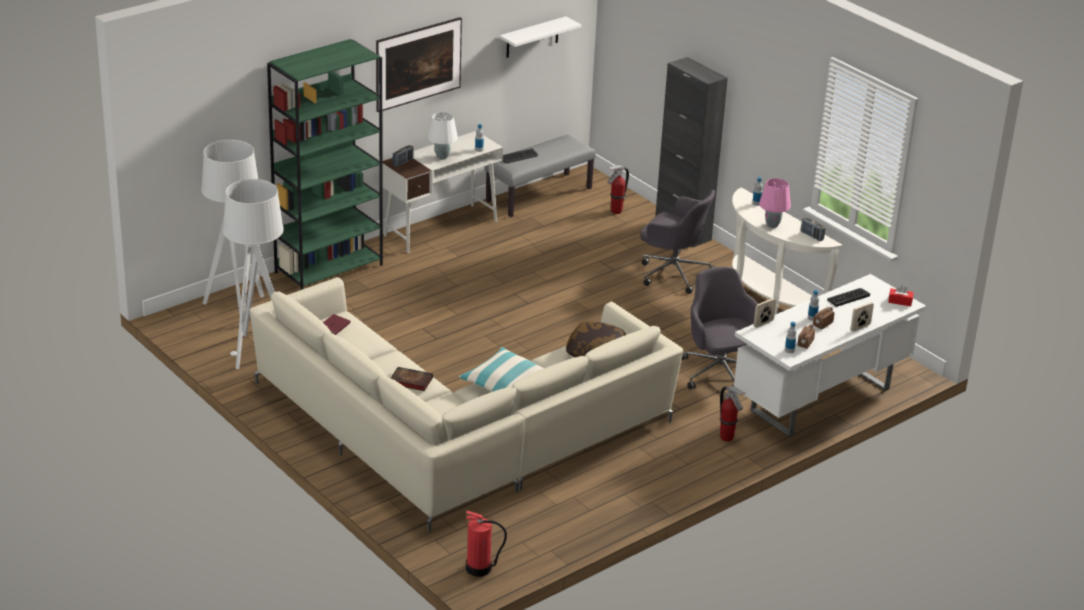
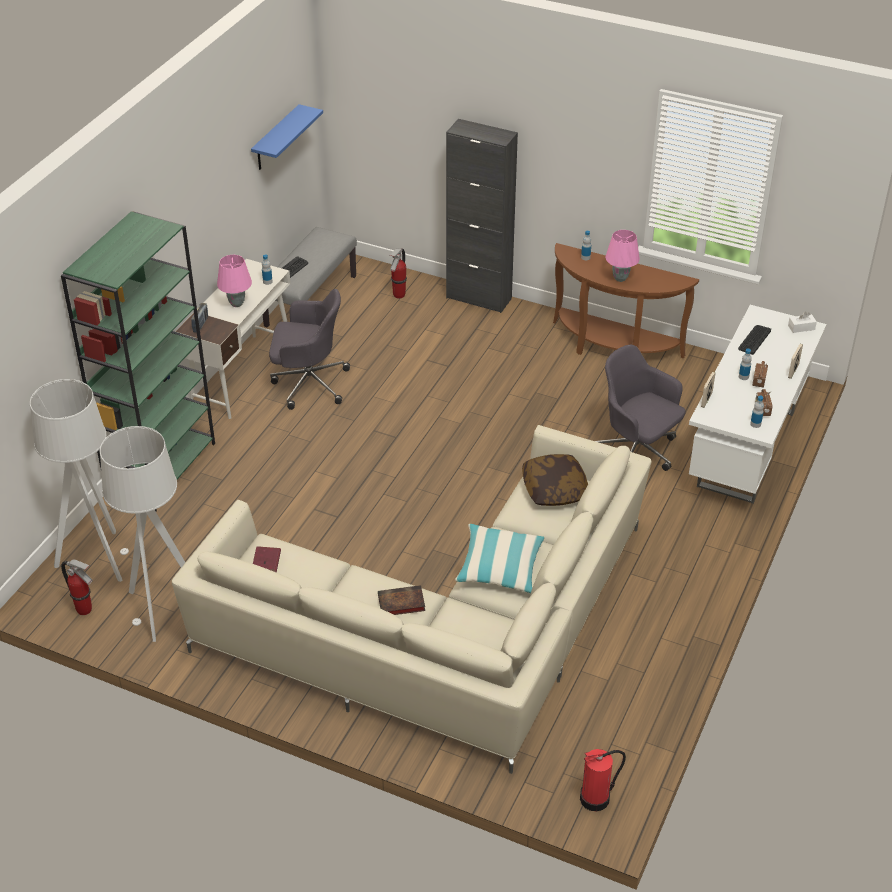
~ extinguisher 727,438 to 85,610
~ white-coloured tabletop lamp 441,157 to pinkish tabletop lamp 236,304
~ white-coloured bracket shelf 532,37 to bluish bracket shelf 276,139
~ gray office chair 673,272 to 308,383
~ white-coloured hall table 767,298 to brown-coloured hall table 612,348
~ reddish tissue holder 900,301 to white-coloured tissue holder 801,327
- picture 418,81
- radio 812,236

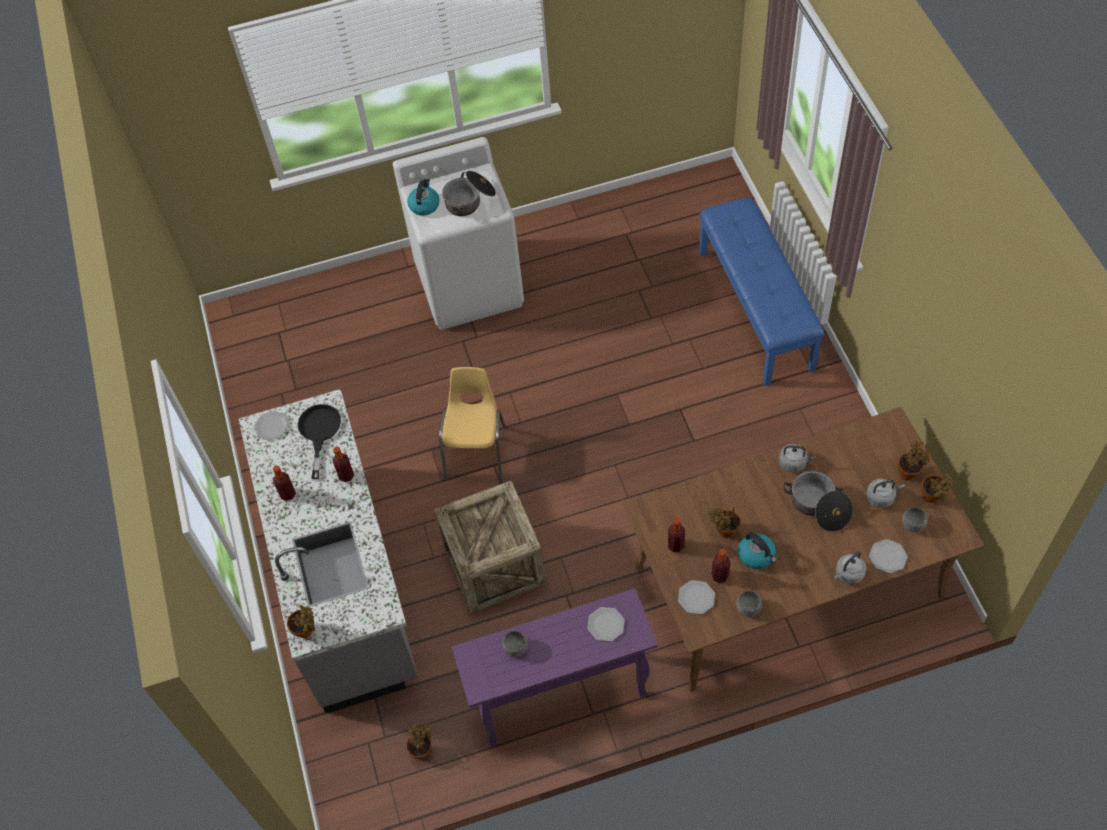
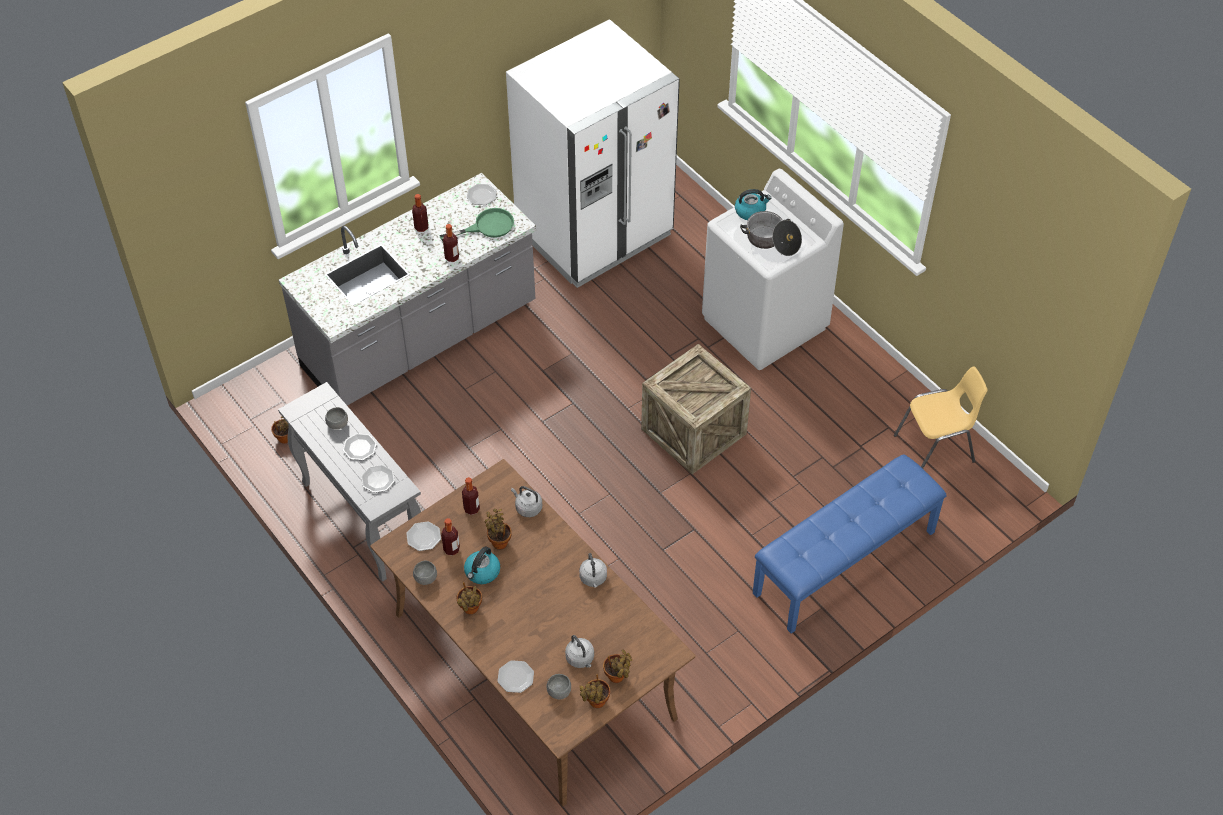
~ purple-coloured hall table 559,697 to gray hall table 361,519
+ dinner plate 359,448
~ black-coloured frying pan 319,432 to greenish frying pan 487,226
~ potted plant 306,631 to 470,609
+ white-coloured refrigerator 594,233
~ gray kettle 848,574 to 527,508
~ shipping crate 494,565 to 693,431
~ yellow upright chair 477,452 to 935,449
- cooking pot 818,506

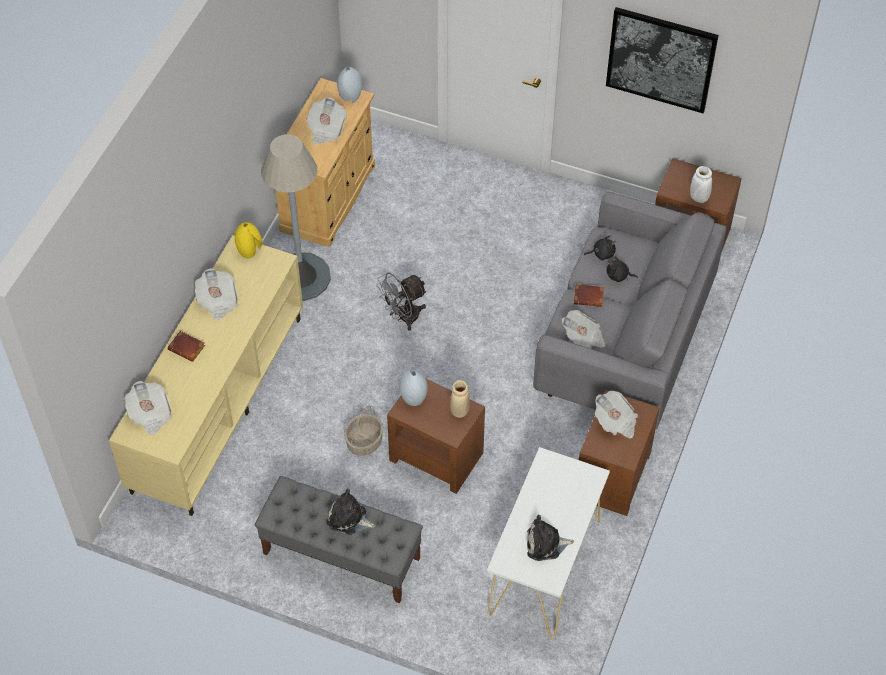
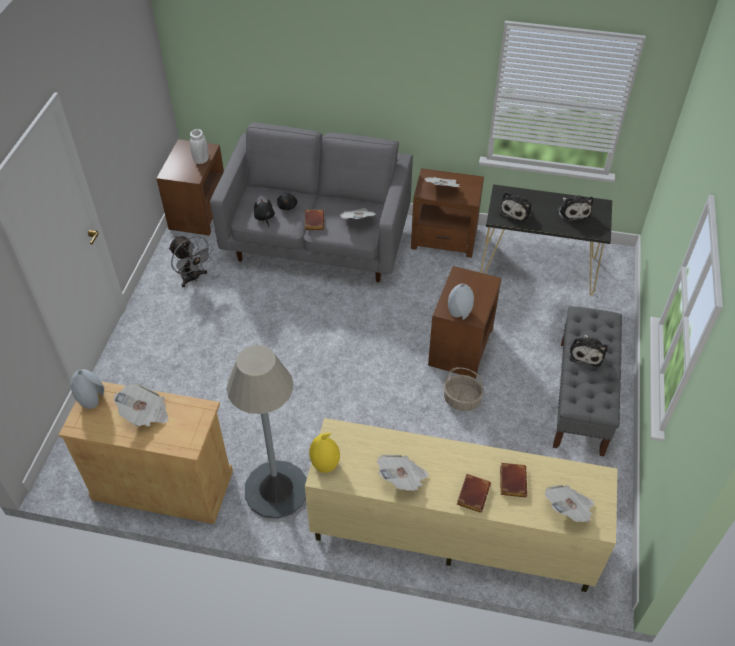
~ gray cooling fan 403,317 to 193,278
~ white-coloured hall table 544,567 to black-coloured hall table 538,268
+ cuddly toy 517,211
+ brown-coloured volume 511,481
- beige flower vase 460,410
- picture 661,59

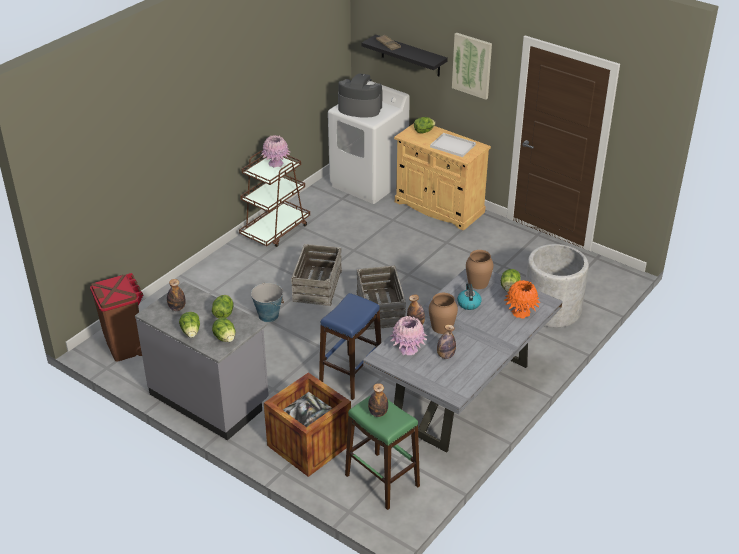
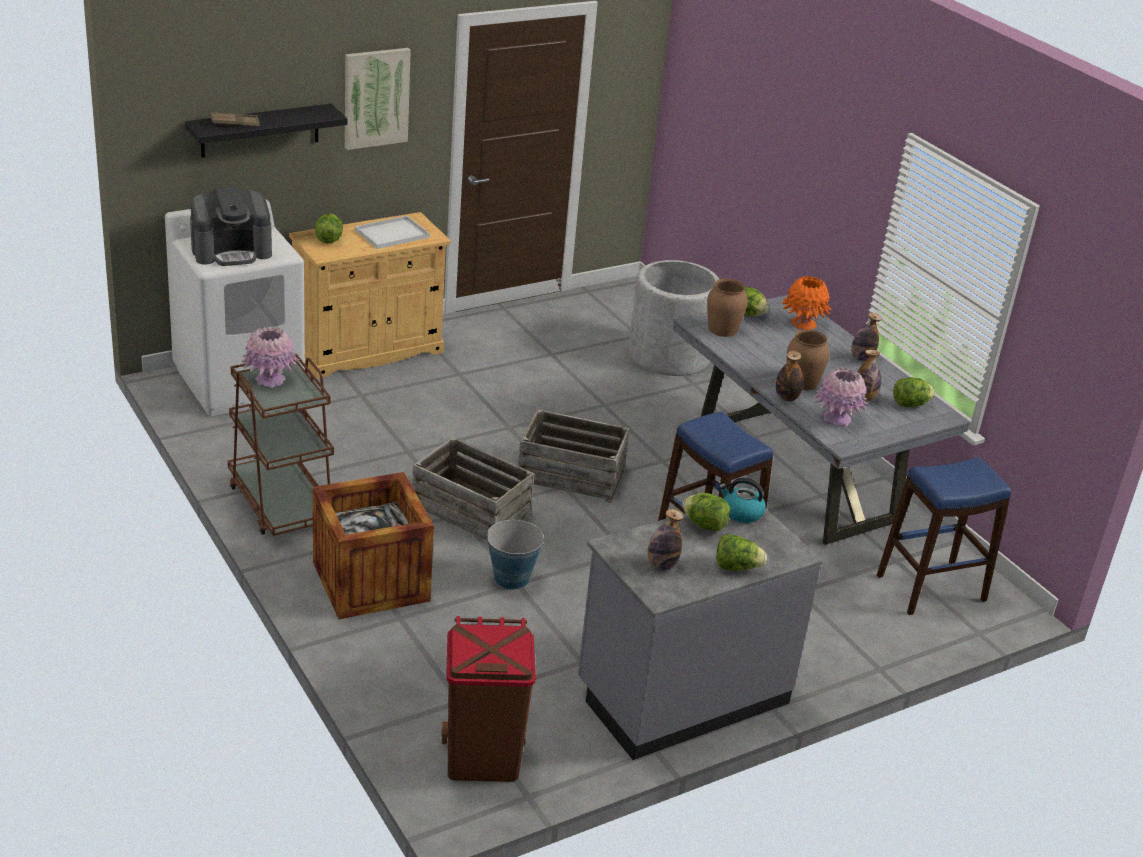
~ coffee machine 359,108 = 232,251 150 degrees counterclockwise
~ shipping crate 309,445 to 371,581
~ kettle 468,303 to 741,513
~ drink bottle 378,413 to 861,358
~ greenish stool 381,480 to bluish stool 931,588
~ head of lettuce 225,338 to 910,404

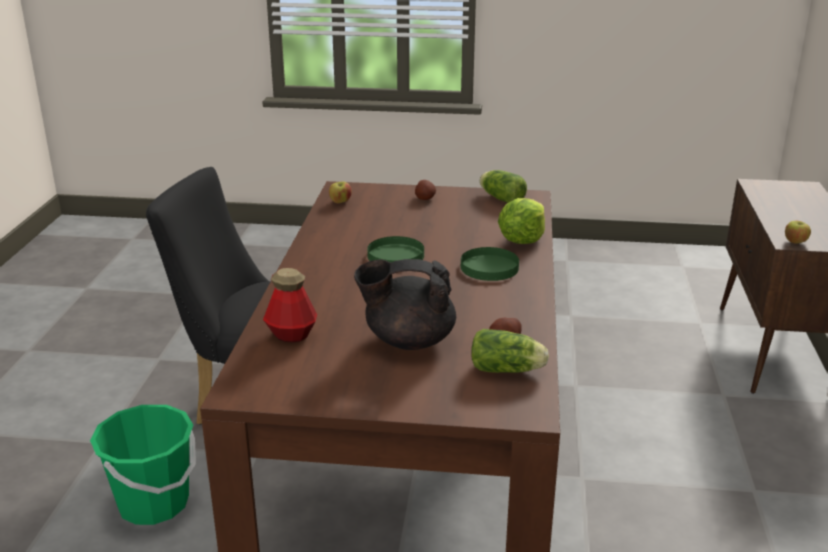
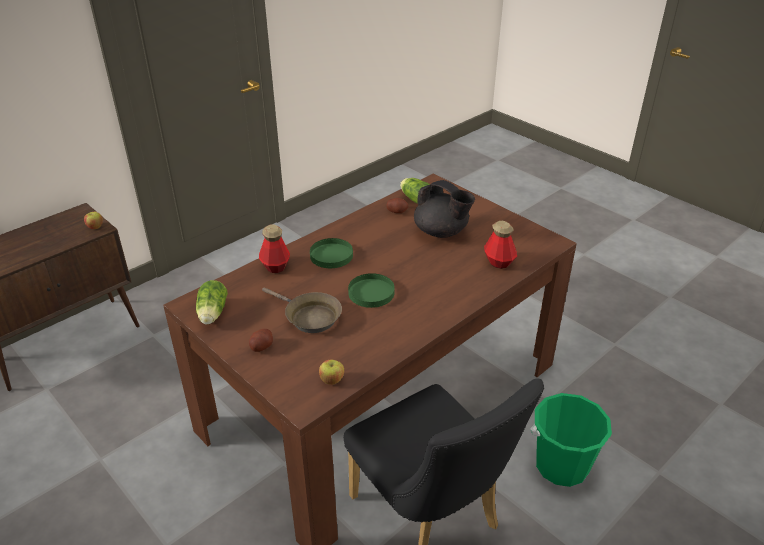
~ head of lettuce 522,240 to drink bottle 275,266
+ brown-coloured frying pan 309,317

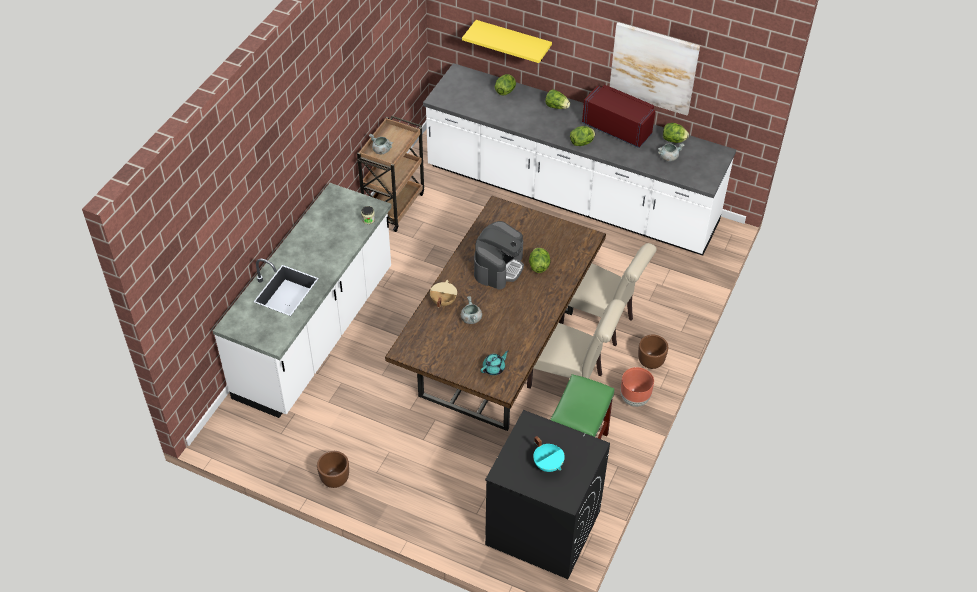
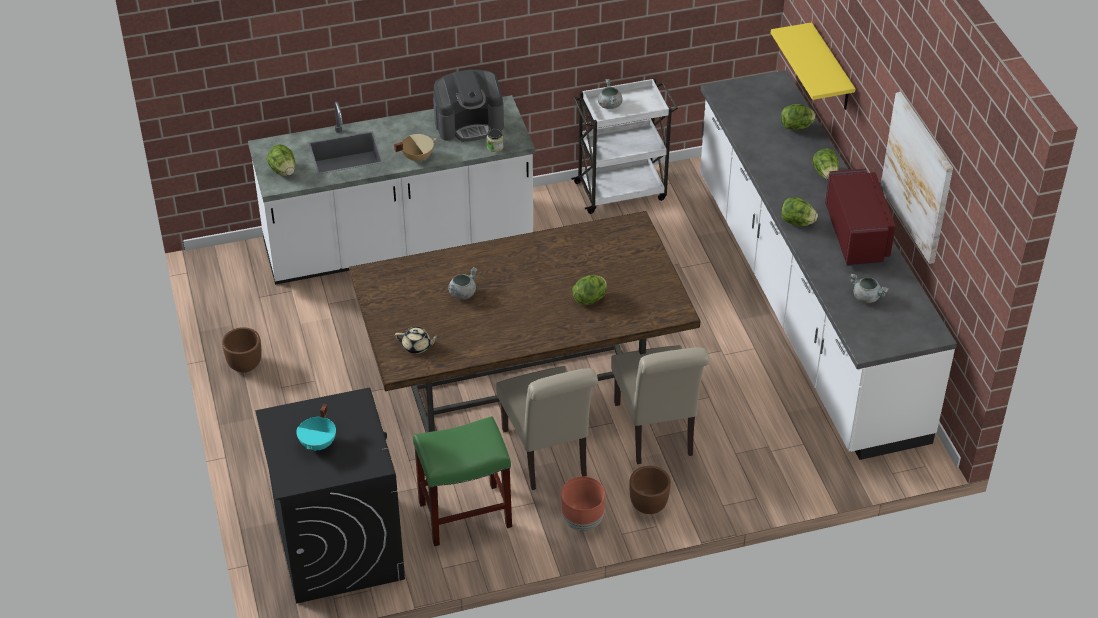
~ head of lettuce 674,140 to 283,171
~ beige cooking pot 443,301 to 417,157
~ blue-green pot for tea 494,368 to beige pot for tea 417,346
~ coffee machine 498,267 to 469,123
~ brown-coloured cart 393,205 to white-coloured cart 622,190

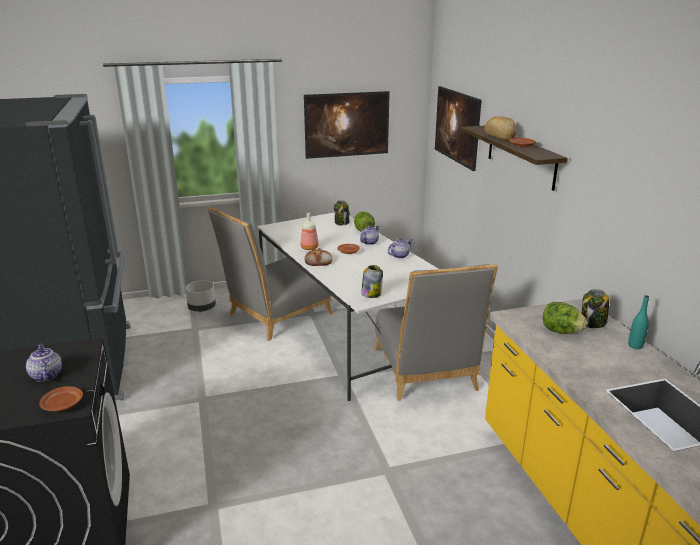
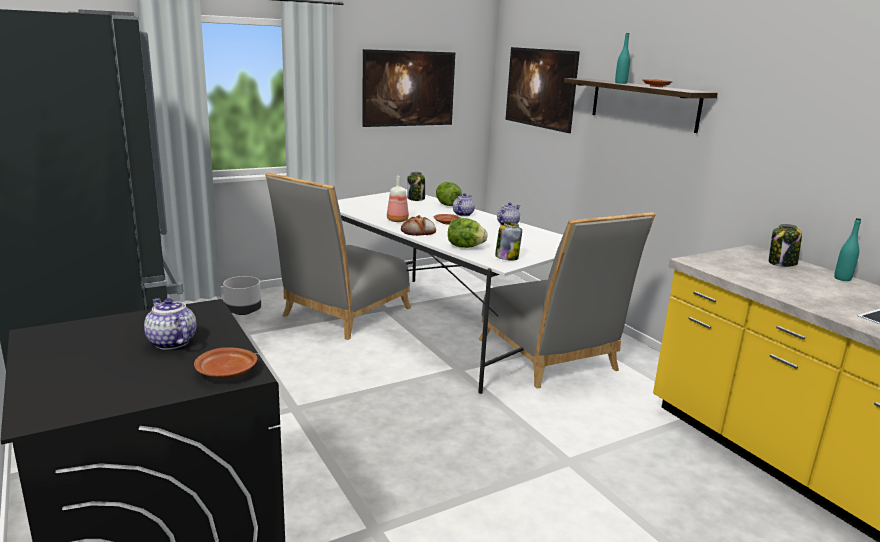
~ head of lettuce 560,331 to 465,247
~ bakery bread 499,138 to blue-green drink bottle 620,83

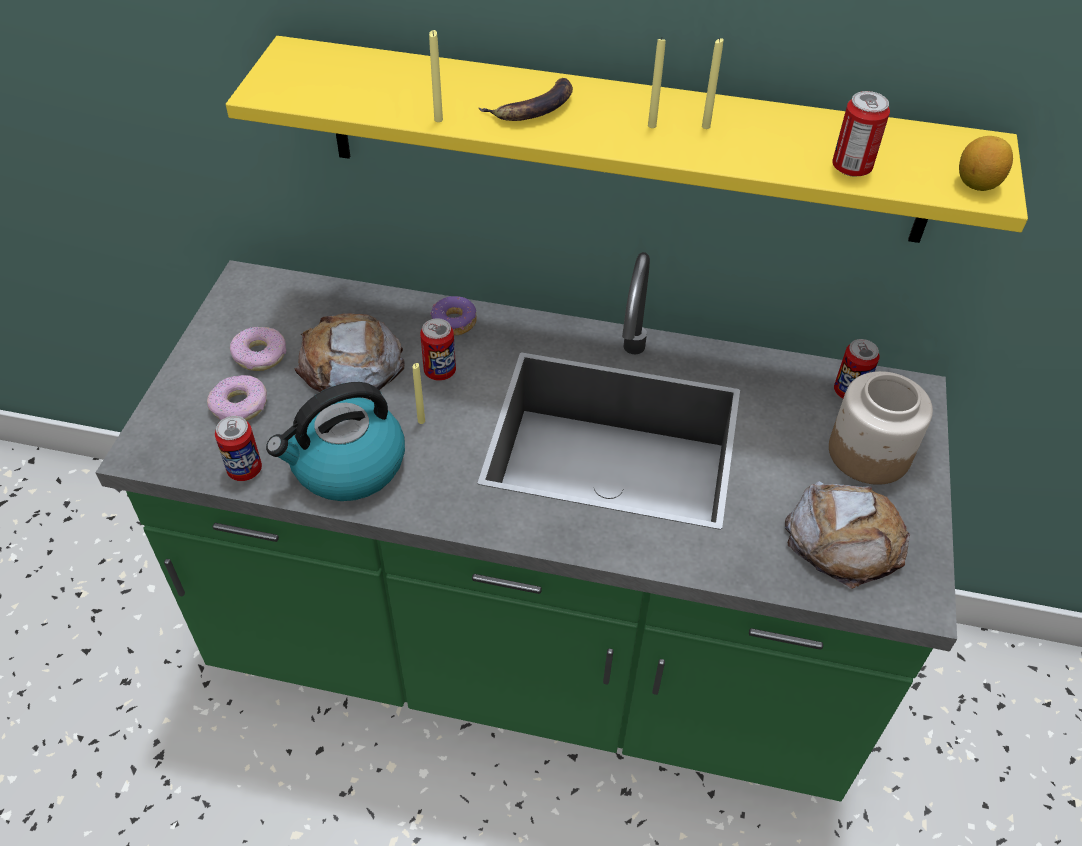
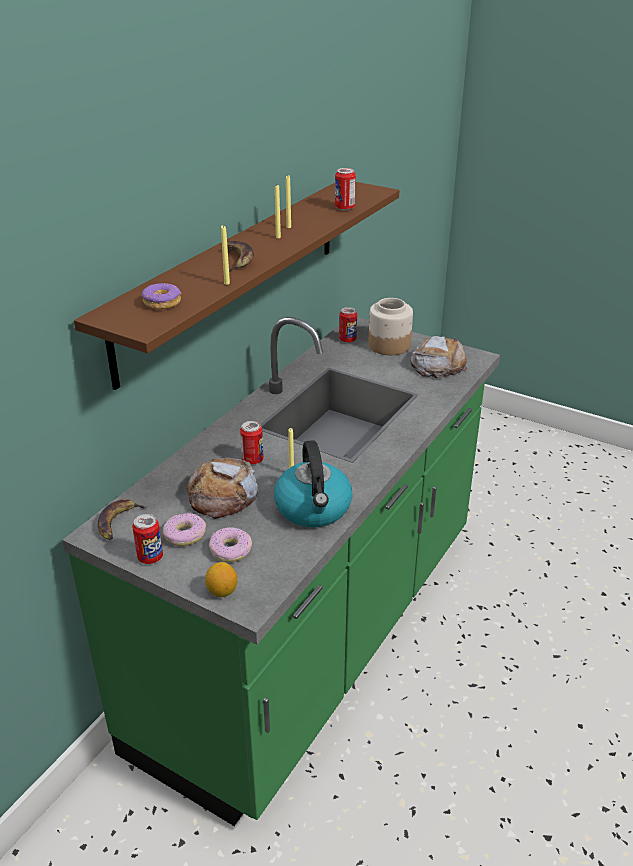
~ yellow bracket shelf 624,141 to brown-coloured bracket shelf 234,274
+ banana 118,522
~ metal can 245,470 to 150,557
~ donut 454,322 to 162,303
~ citrus fruit 977,184 to 222,591

